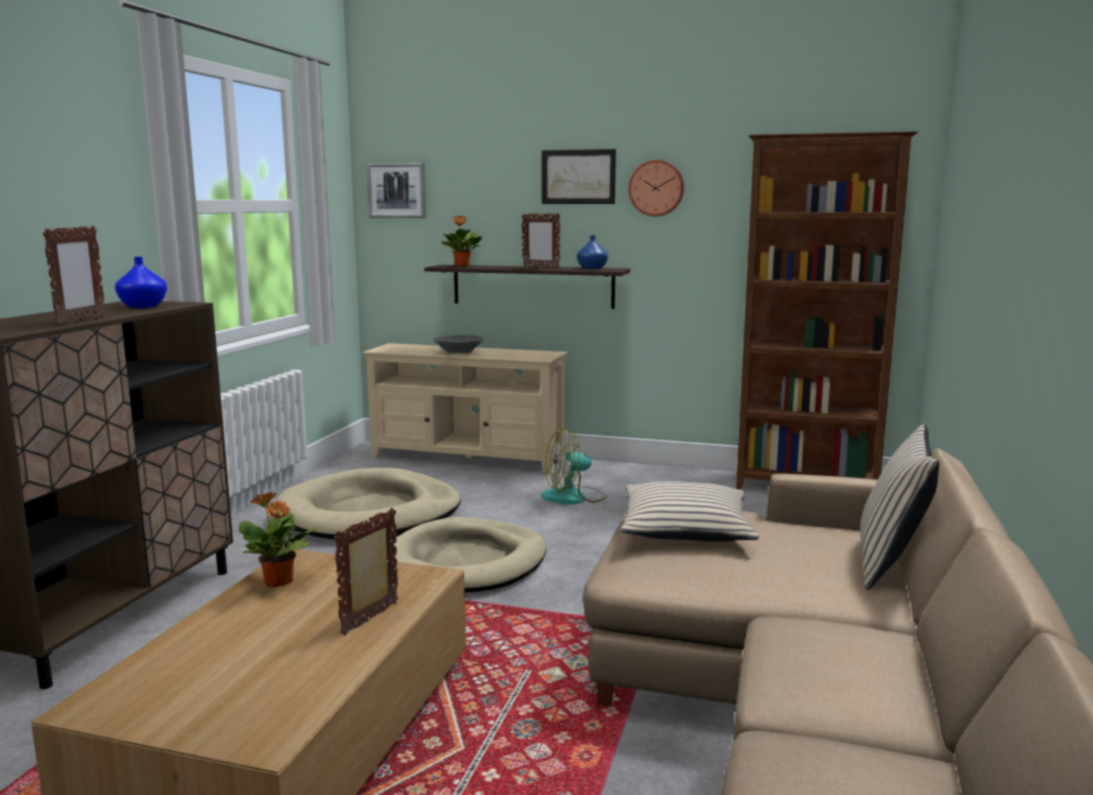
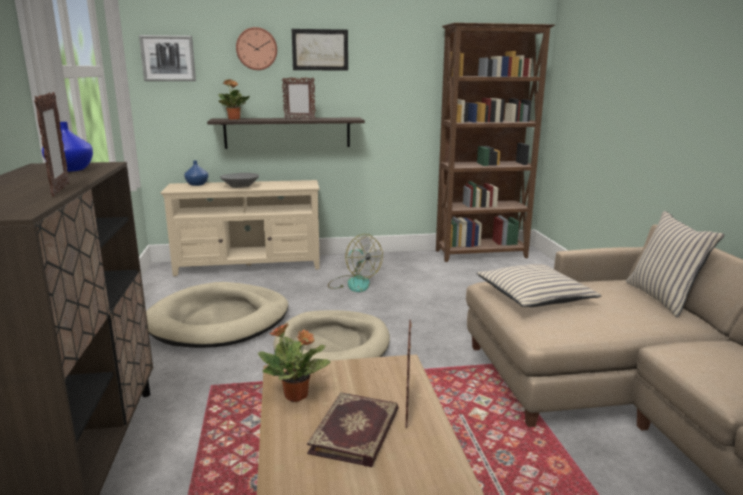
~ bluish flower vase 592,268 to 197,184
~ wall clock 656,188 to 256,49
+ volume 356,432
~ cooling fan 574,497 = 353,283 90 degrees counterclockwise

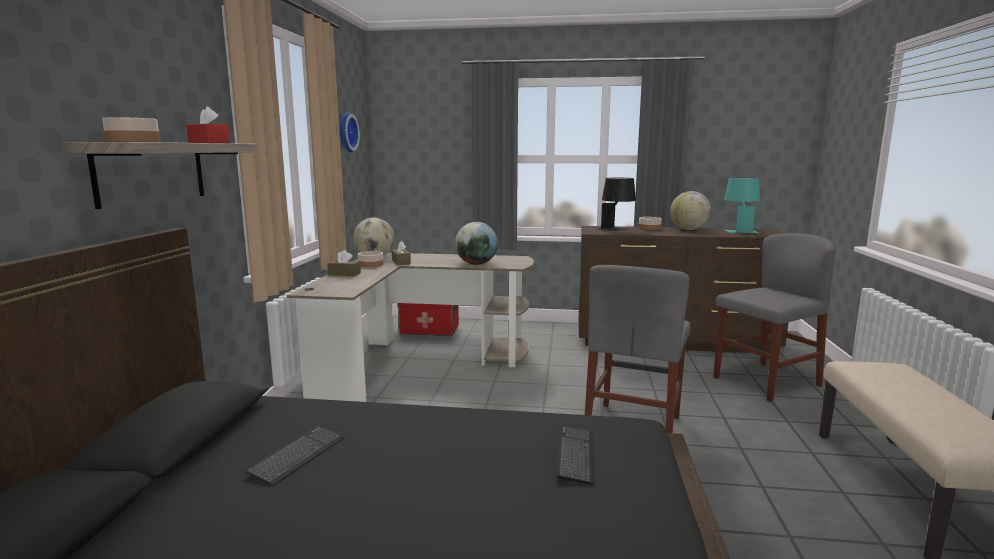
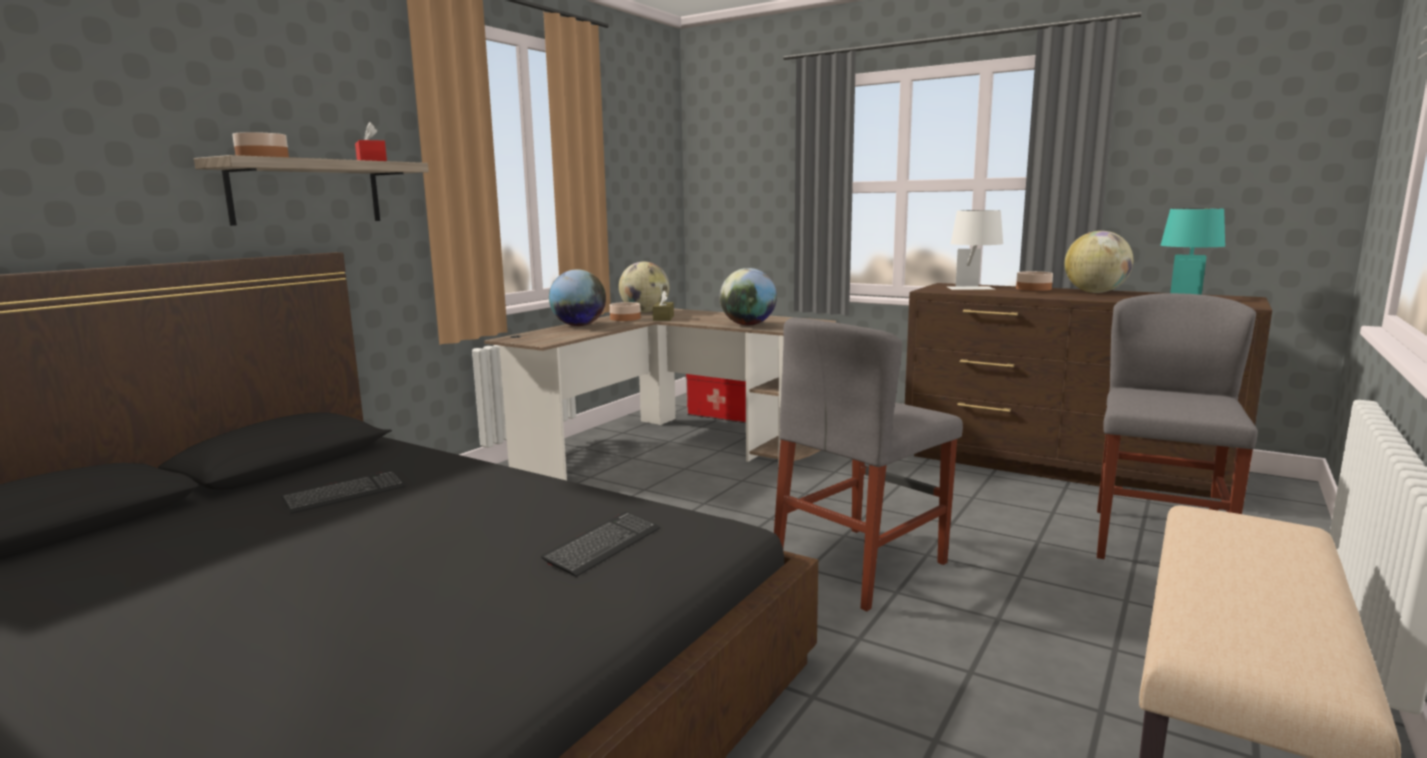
~ brown-coloured tissue holder 344,274 to world globe 578,325
~ black-coloured tabletop lamp 616,230 to white-coloured tabletop lamp 973,289
~ gray upright chair 766,381 = 1157,542 60 degrees counterclockwise
- wall clock 346,132

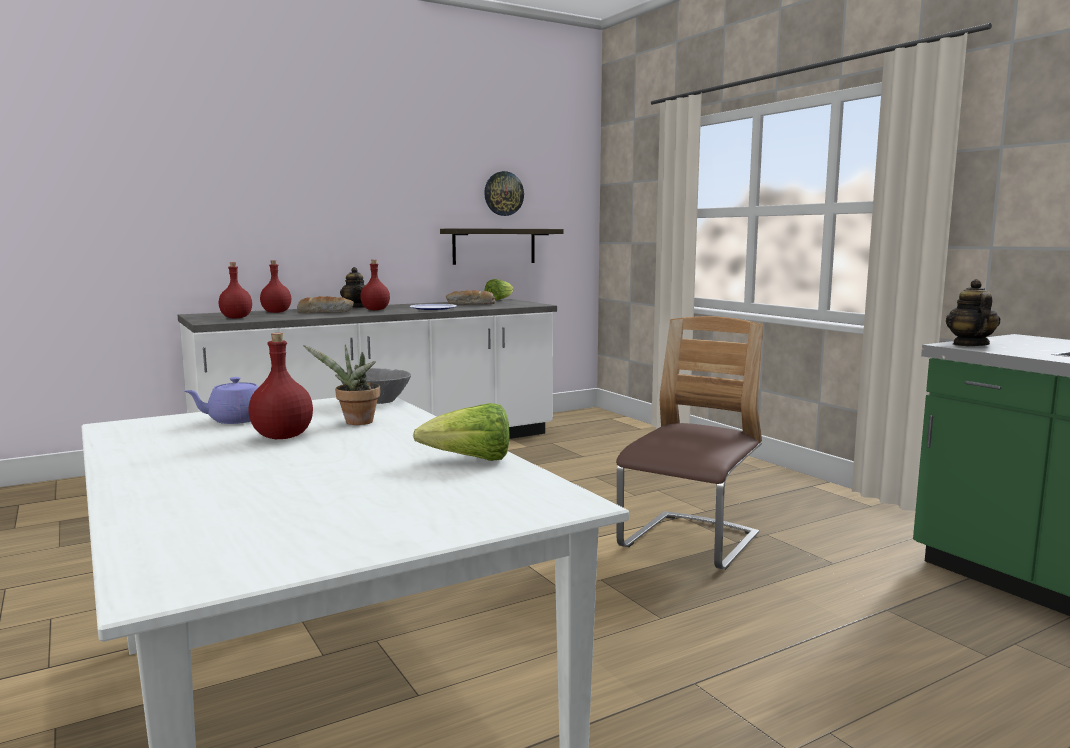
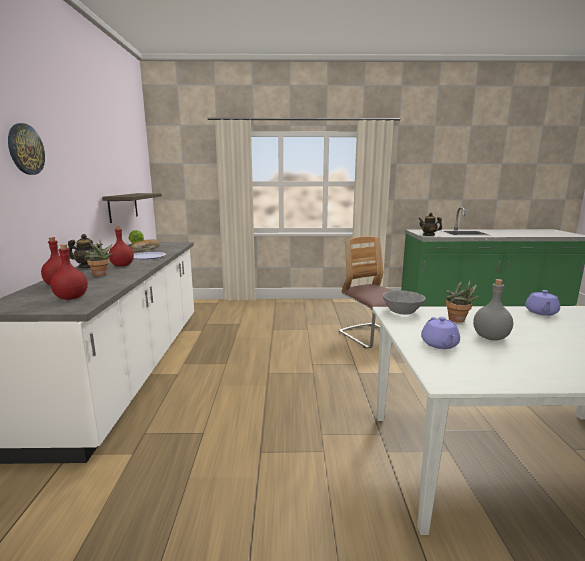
~ wall clock 503,193 to 25,149
~ bakery bread 326,312 to potted plant 101,275
~ reddish drink bottle 283,437 to gray drink bottle 490,337
~ head of lettuce 470,460 to purple-coloured pot for tea 541,312

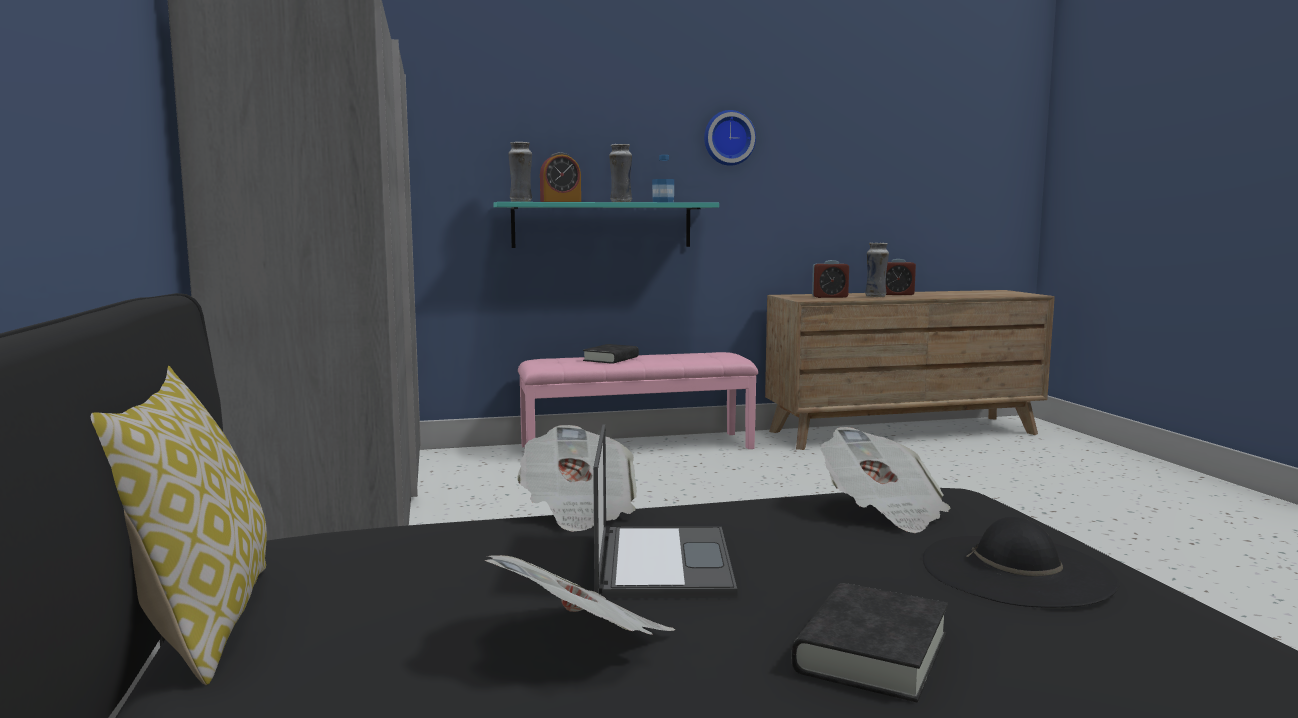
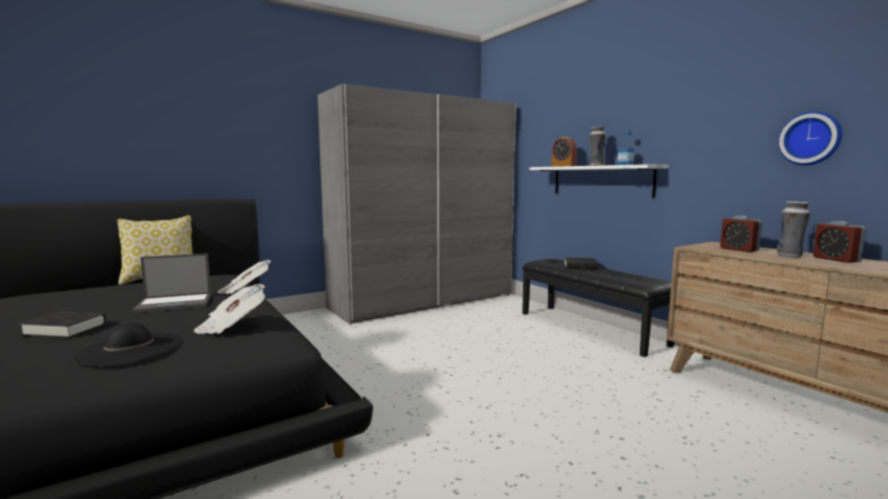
~ pinkish bench 637,447 to black-coloured bench 591,328
~ blue-green bracket shelf 602,225 to white-coloured bracket shelf 601,180
~ wall clock 728,138 to 810,138
- daily paper 582,642
- flower vase 521,201

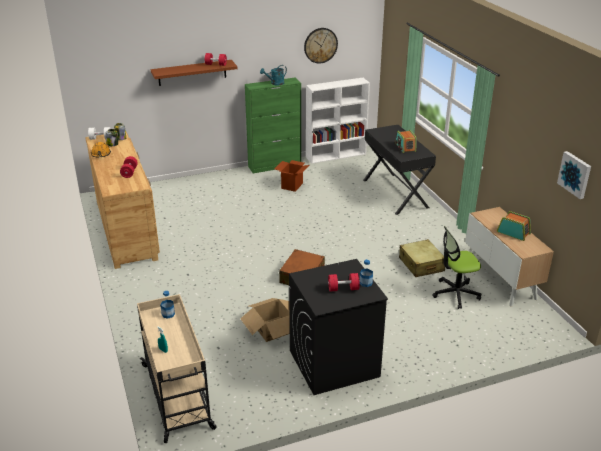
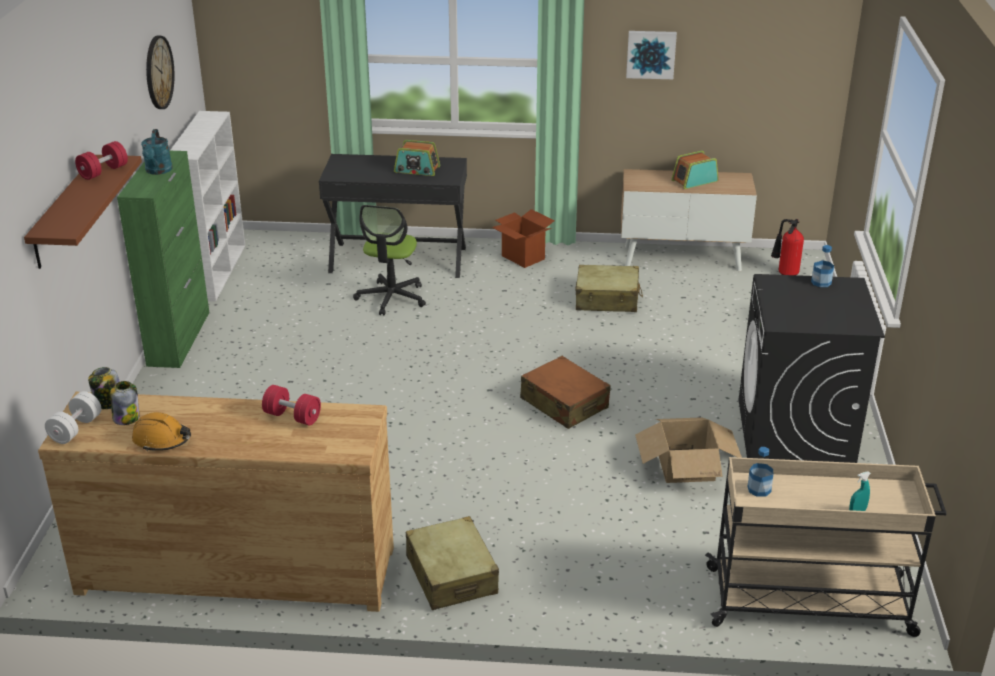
~ office chair 455,293 to 391,298
+ beige piece of luggage 451,575
~ cardboard box 292,185 to 522,257
~ picture 575,174 to 651,54
+ extinguisher 784,274
- reddish hand weight 343,289

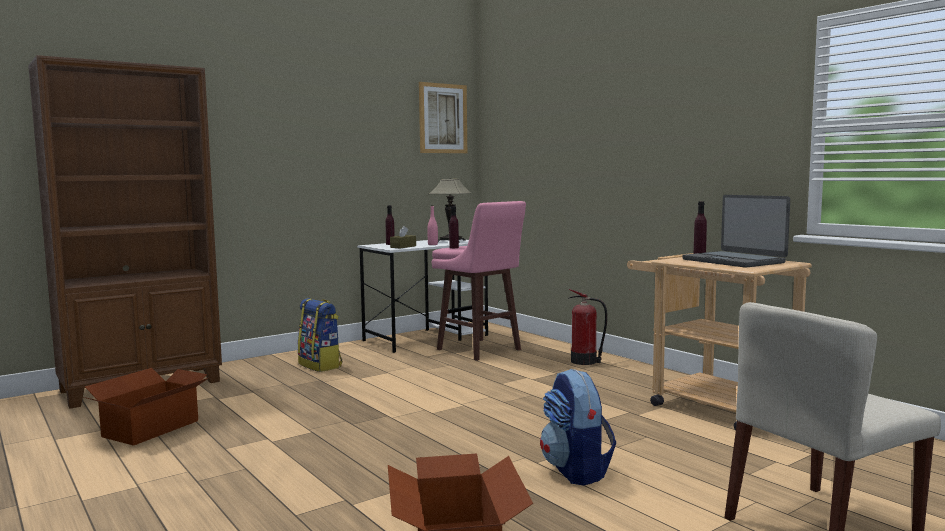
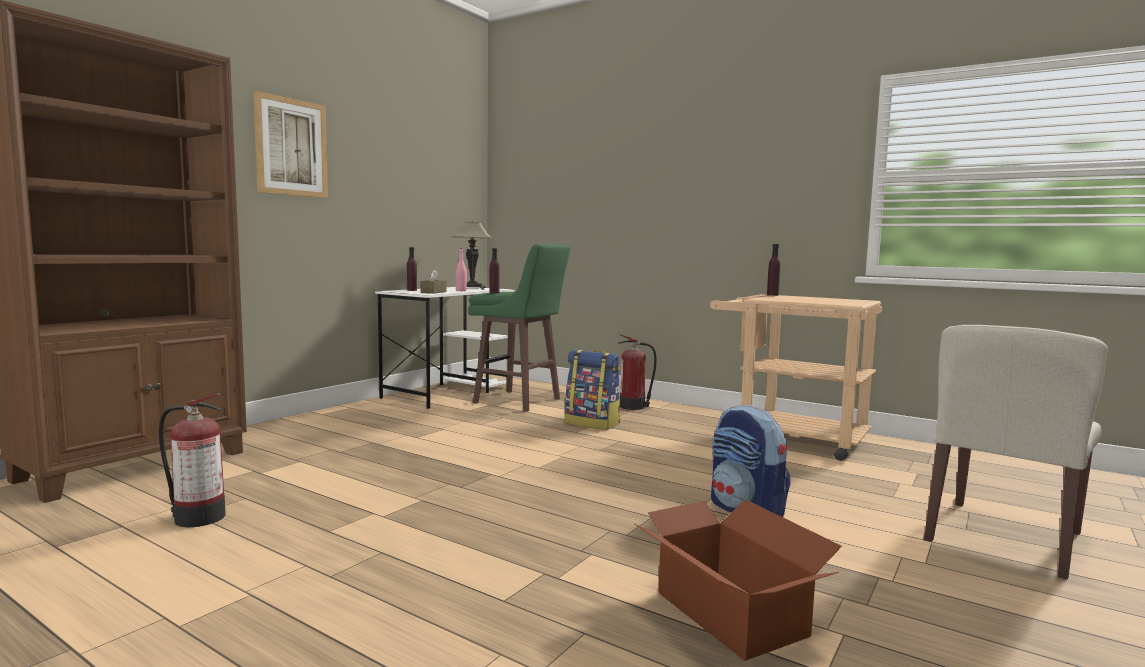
~ cardboard box 150,429 to extinguisher 197,517
~ picture 443,118 to 291,147
~ pinkish stool 480,350 to greenish stool 519,402
~ rucksack 321,365 to 593,423
- laptop 734,261

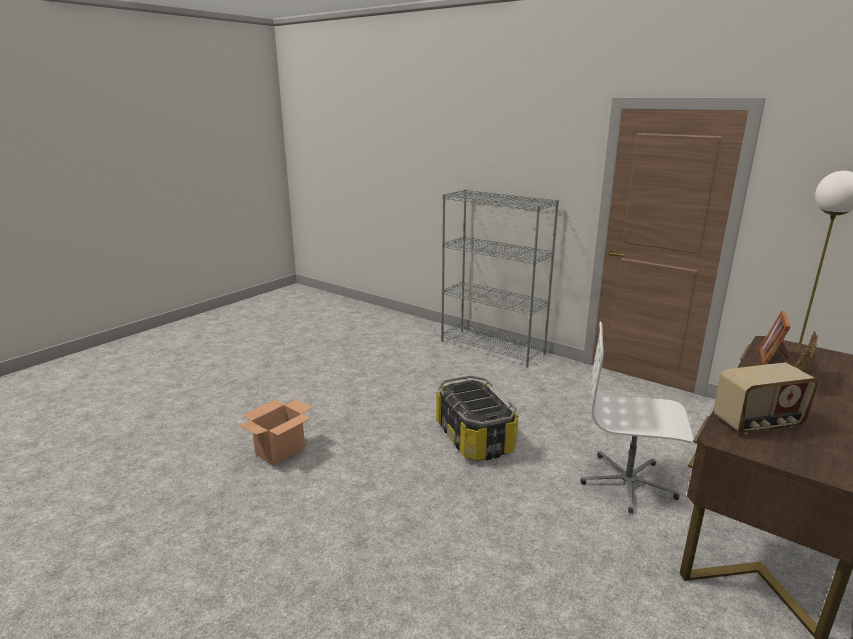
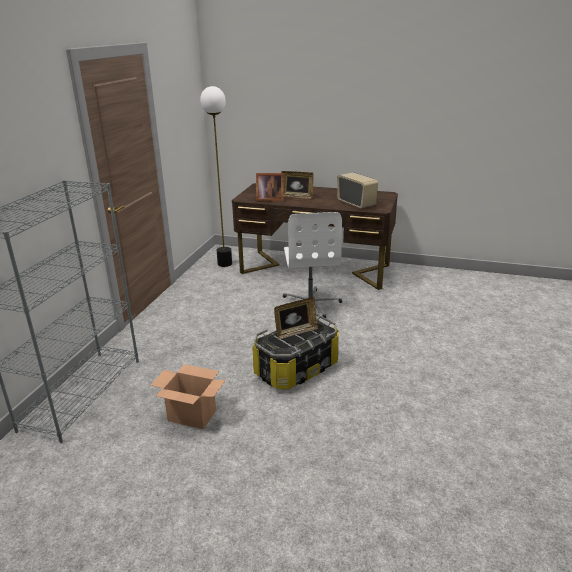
~ cardboard box 280,451 to 191,416
+ photo frame 295,332

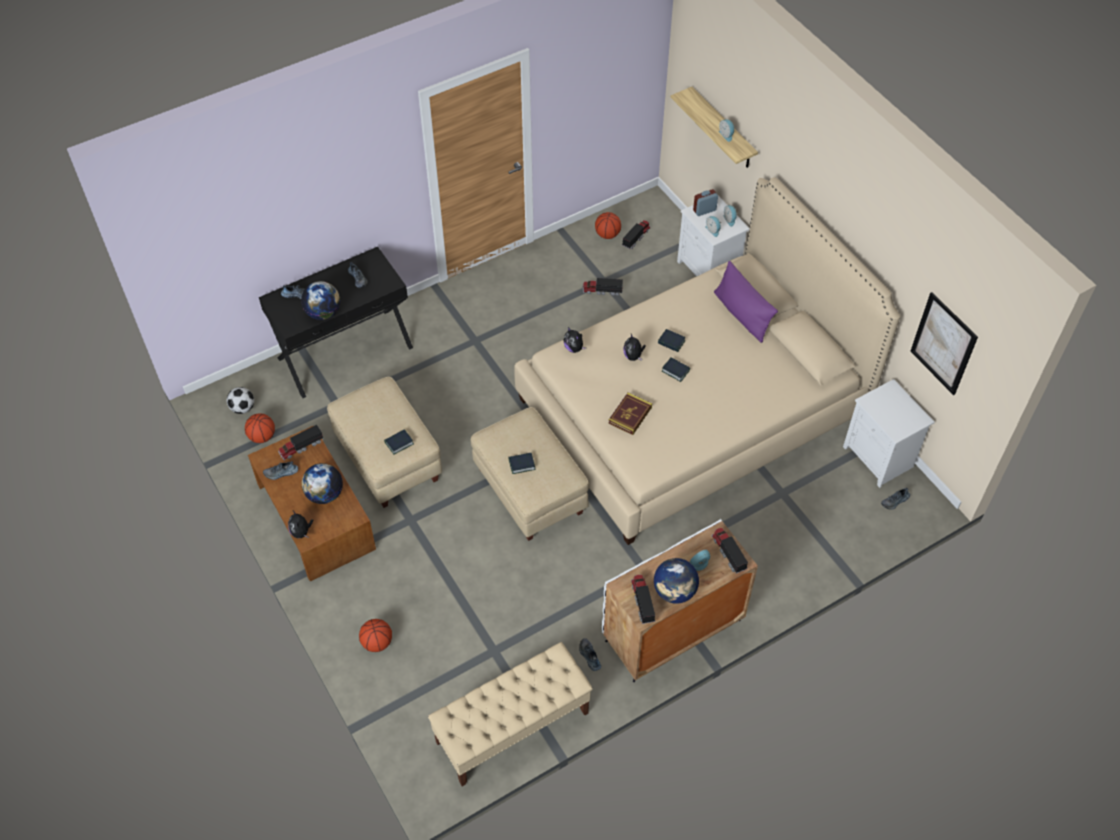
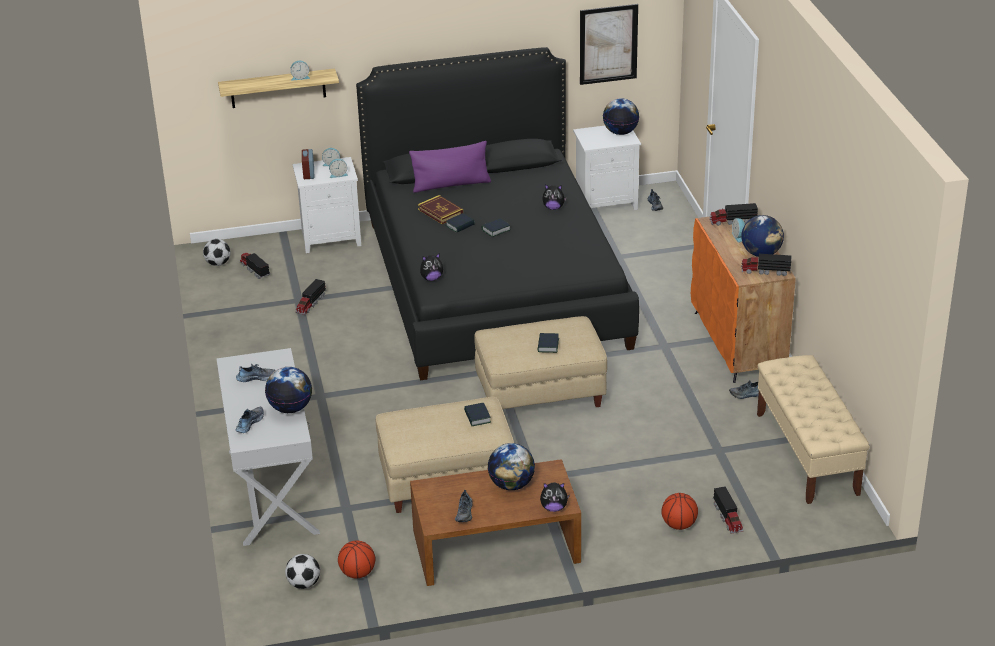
+ ball for football 218,263
~ black-coloured hall table 345,352 to white-coloured hall table 272,491
~ beige sleeping bed 691,408 to black-coloured sleeping bed 494,283
~ volume 630,415 to 440,212
~ cuddly toy 633,356 to 553,208
+ world globe 620,132
~ white-coloured cupboard 672,631 to orange cupboard 738,343
~ toy lorry 301,447 to 728,517
- basketball ball 607,234

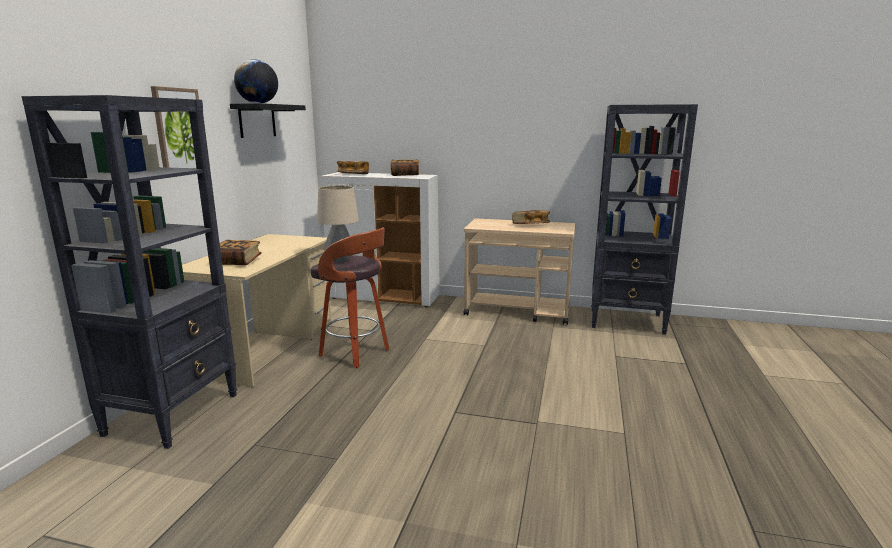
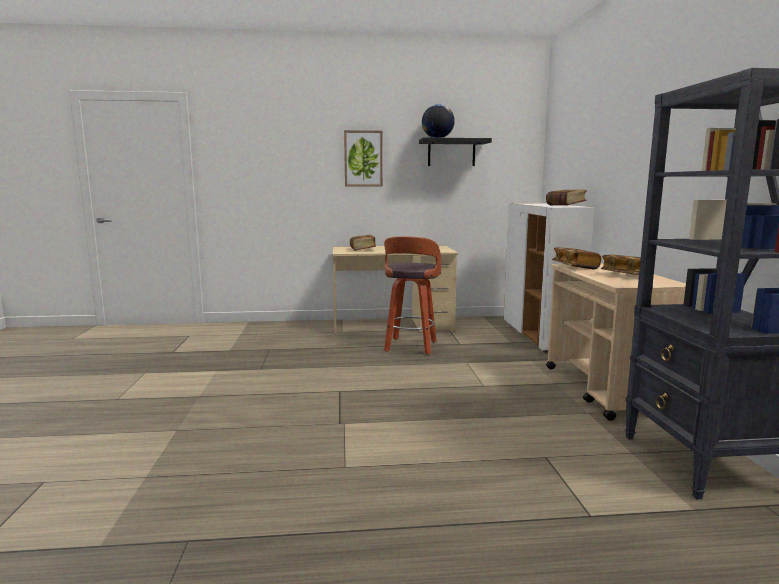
~ volume 353,175 to 575,267
- black-coloured bookshelf 174,413
- tabletop lamp 340,260

